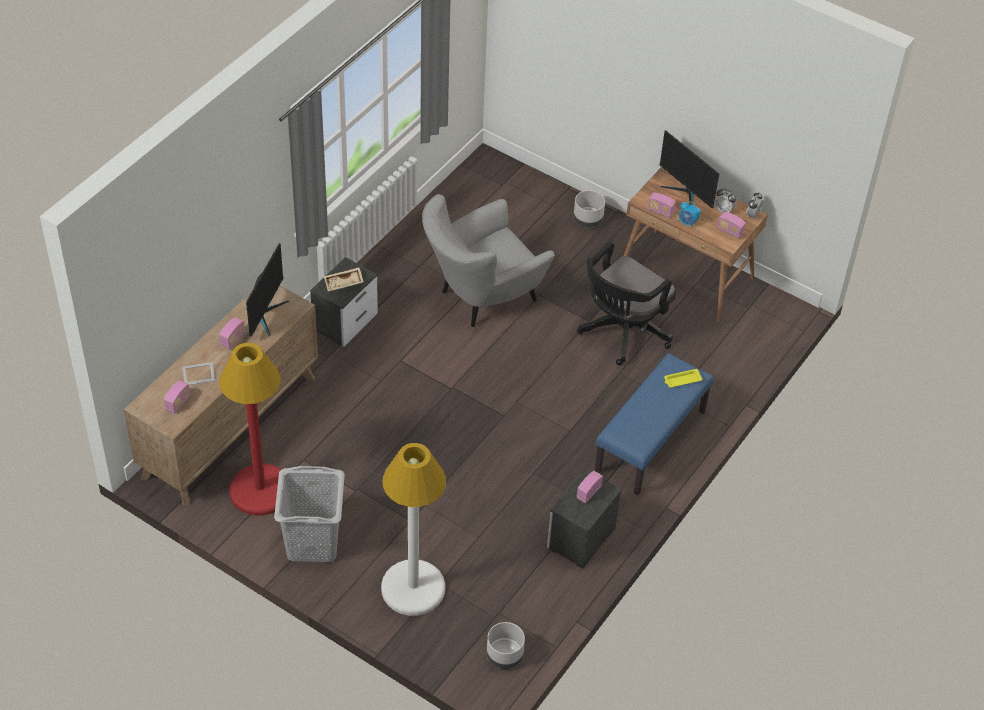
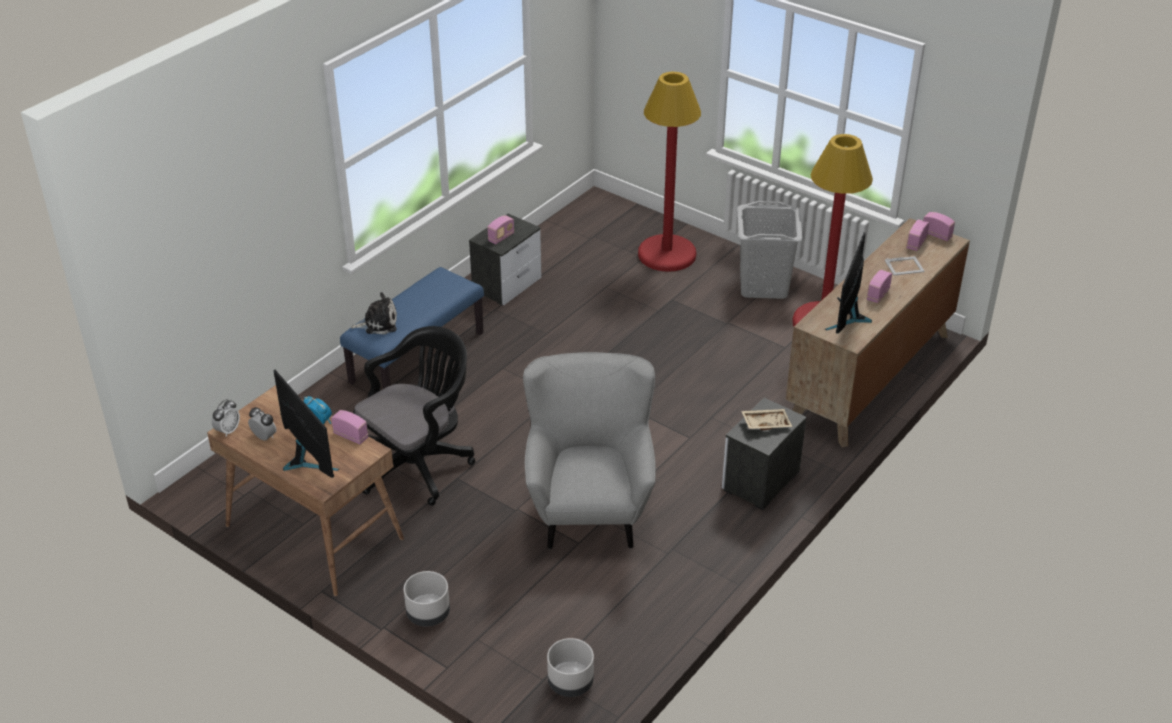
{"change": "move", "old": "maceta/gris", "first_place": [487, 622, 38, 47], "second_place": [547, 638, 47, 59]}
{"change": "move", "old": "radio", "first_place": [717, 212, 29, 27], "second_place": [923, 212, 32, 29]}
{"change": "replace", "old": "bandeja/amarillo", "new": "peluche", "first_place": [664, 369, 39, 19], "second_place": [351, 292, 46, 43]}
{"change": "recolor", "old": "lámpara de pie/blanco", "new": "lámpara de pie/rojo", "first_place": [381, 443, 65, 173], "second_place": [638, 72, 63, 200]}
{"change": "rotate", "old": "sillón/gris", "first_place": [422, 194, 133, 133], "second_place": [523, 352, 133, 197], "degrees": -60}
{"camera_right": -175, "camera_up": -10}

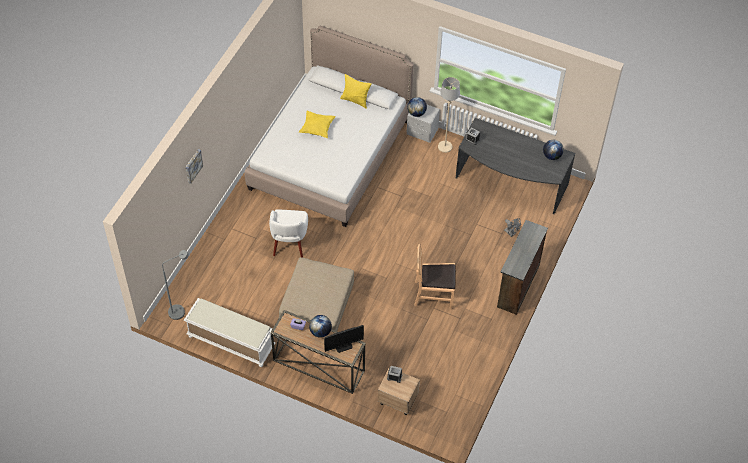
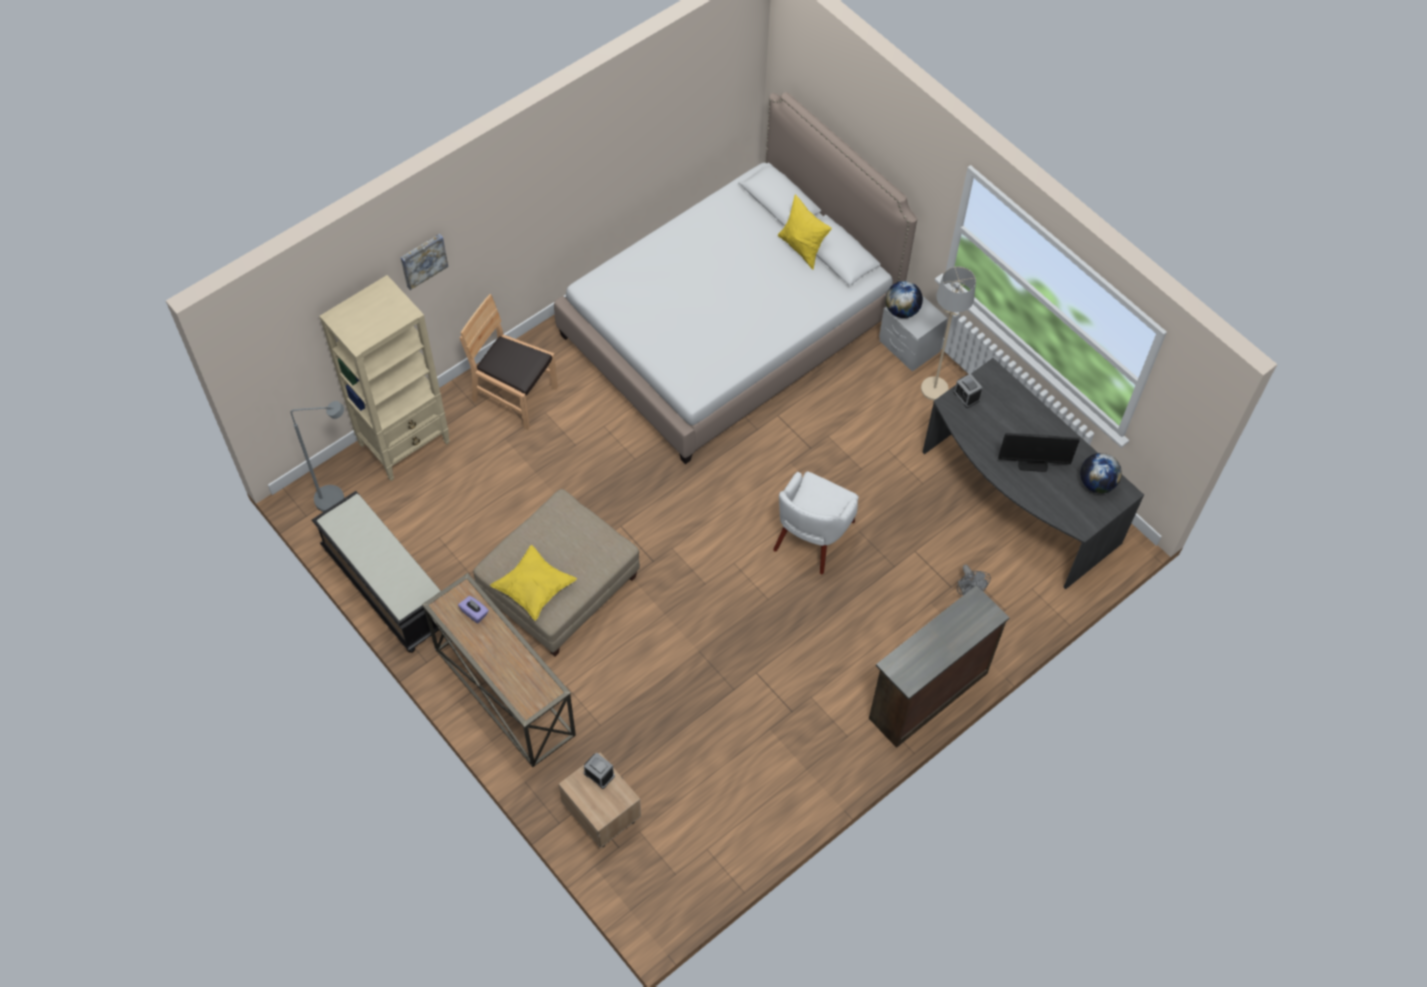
{"change": "delete", "old": "globo terráqueo", "first_place": [309, 315, 23, 23]}
{"change": "insert", "new": "estantería/beis", "second_place": [319, 275, 131, 206]}
{"change": "move", "old": "sillón/blanco", "first_place": [269, 209, 39, 49], "second_place": [773, 472, 86, 102]}
{"change": "move", "old": "cojín/amarillo", "first_place": [299, 111, 37, 27], "second_place": [490, 545, 87, 76]}
{"change": "move", "old": "monitor", "first_place": [324, 325, 40, 28], "second_place": [998, 433, 82, 39]}
{"change": "move", "old": "silla/marrón", "first_place": [414, 243, 42, 66], "second_place": [460, 294, 98, 136]}
{"change": "recolor", "old": "banco/blanco", "new": "banco/negro", "first_place": [184, 298, 91, 69], "second_place": [312, 491, 129, 162]}
{"camera_right": 25, "camera_up": 5}

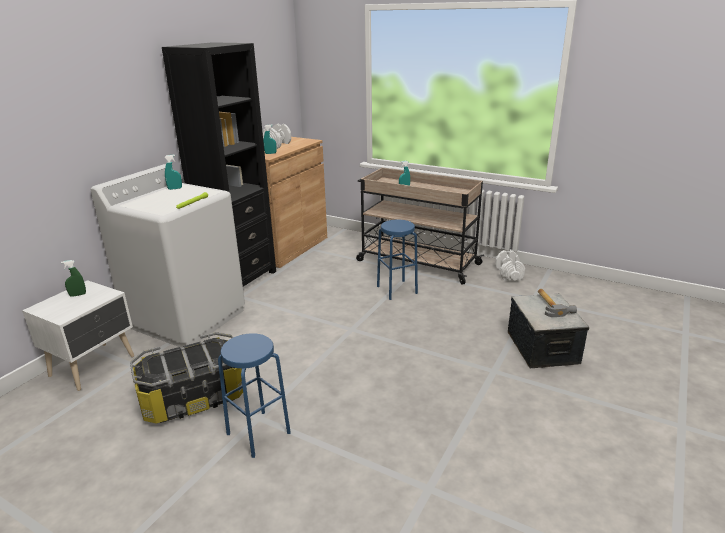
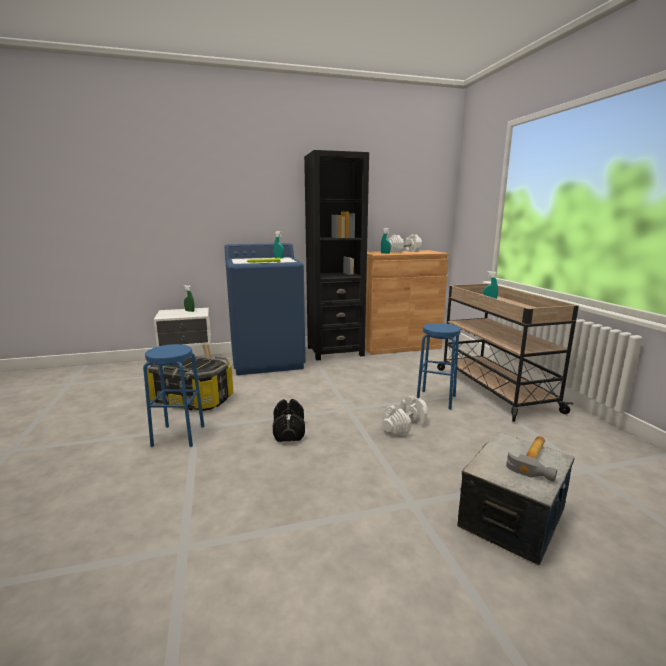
{"change": "insert", "new": "mancuerna/negro", "second_place": [273, 399, 32, 43]}
{"change": "move", "old": "mancuerna/blanco", "first_place": [496, 250, 29, 31], "second_place": [381, 396, 47, 41]}
{"change": "recolor", "old": "lavadora/blanco", "new": "lavadora/azul", "first_place": [91, 164, 154, 184], "second_place": [224, 243, 82, 132]}
{"camera_right": 45, "camera_up": -10}

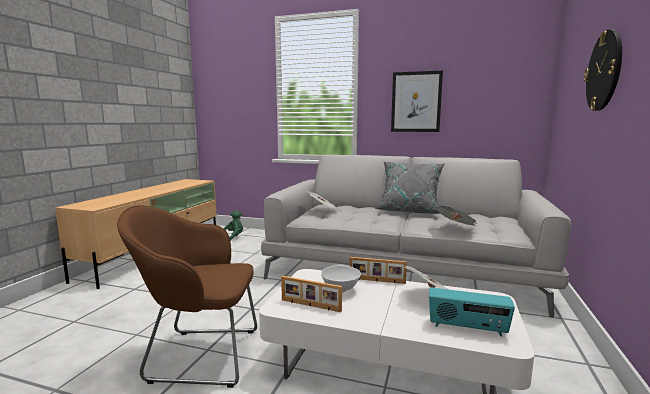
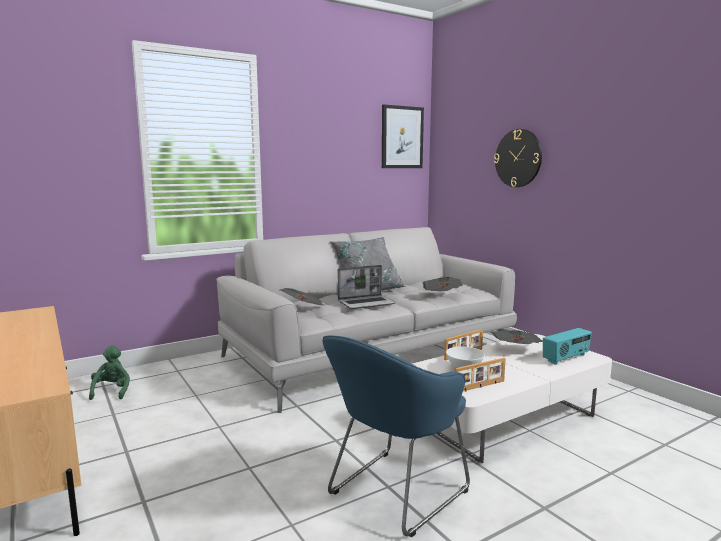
{"change": "insert", "new": "portátil", "second_place": [338, 265, 58, 44]}
{"change": "move", "old": "cuadro", "first_place": [391, 71, 52, 61], "second_place": [382, 105, 42, 63]}
{"change": "recolor", "old": "sillón/marrón", "new": "sillón/azul", "first_place": [117, 206, 140, 182], "second_place": [322, 336, 148, 201]}
{"camera_right": -50, "camera_up": 0}

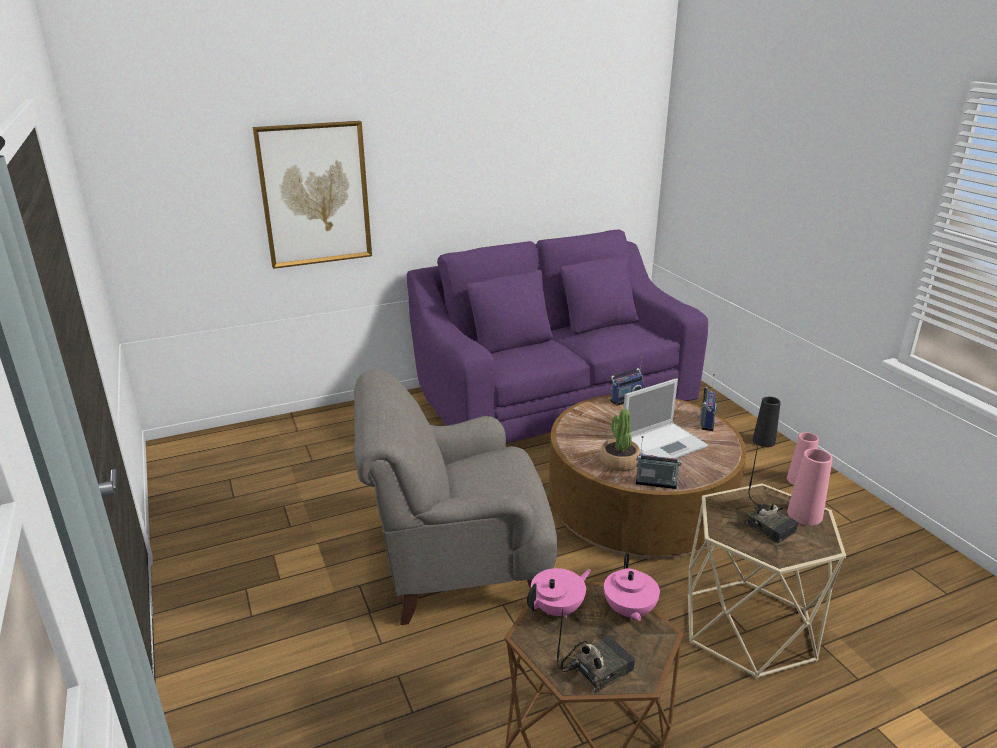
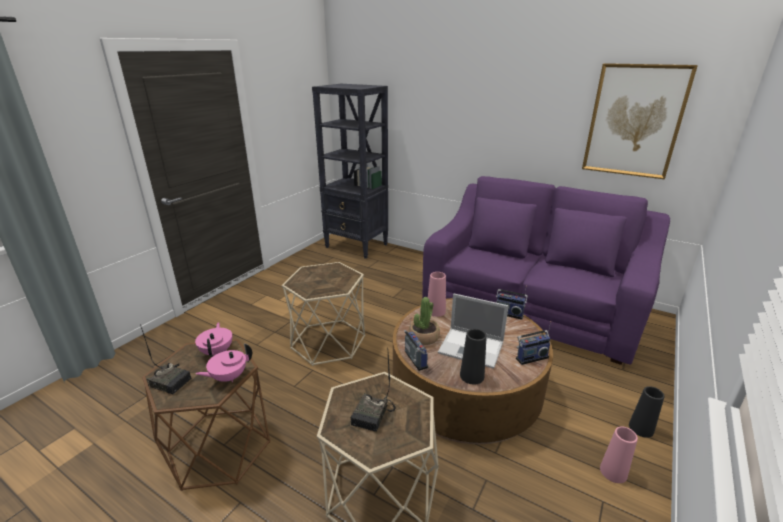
{"change": "insert", "new": "estantería/negro", "second_place": [312, 84, 76, 175]}
{"change": "insert", "new": "florero/negro", "second_place": [460, 329, 27, 56]}
{"change": "move", "old": "cuadro", "first_place": [253, 121, 119, 148], "second_place": [582, 63, 116, 116]}
{"change": "move", "old": "florero/rosa", "first_place": [787, 448, 46, 77], "second_place": [428, 272, 18, 45]}
{"change": "replace", "old": "sillón/gris", "new": "mesa auxiliar/beis", "first_place": [354, 369, 203, 256], "second_place": [282, 262, 83, 104]}
{"change": "rotate", "old": "tetera/rosa", "first_place": [527, 568, 64, 50], "second_place": [195, 322, 37, 35], "degrees": -120}
{"camera_right": 55, "camera_up": 0}

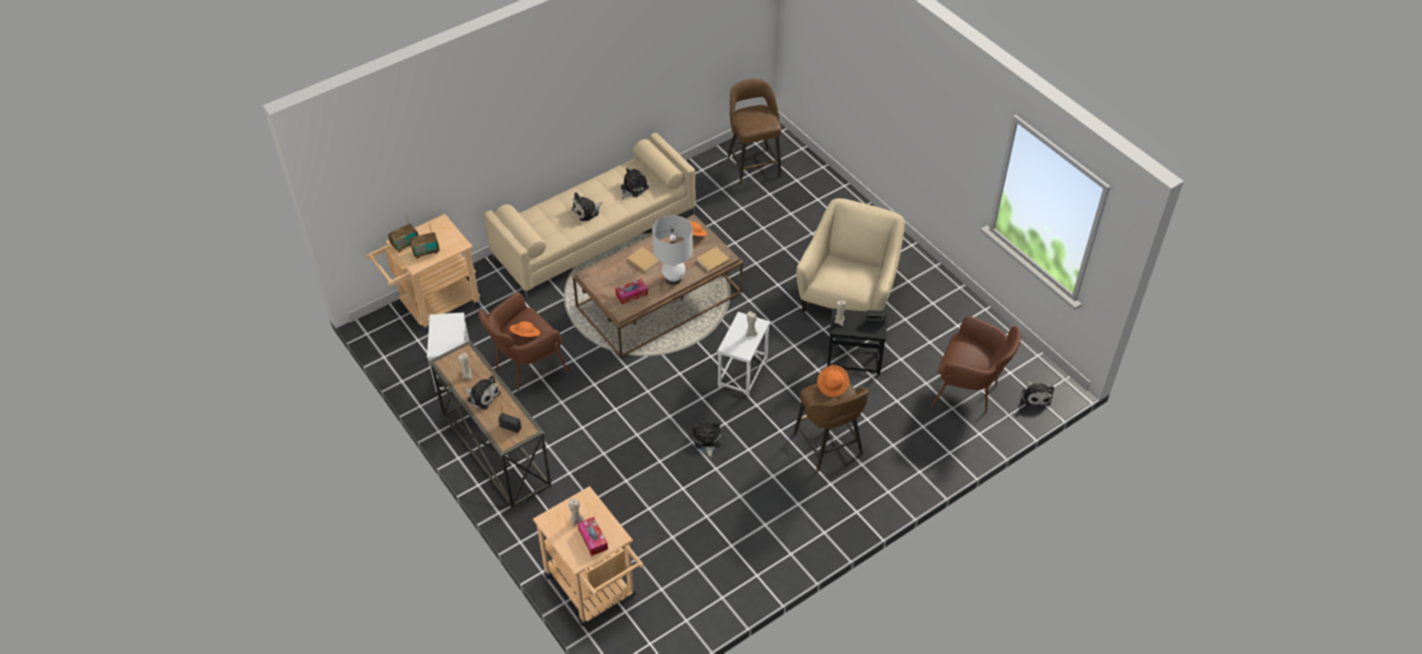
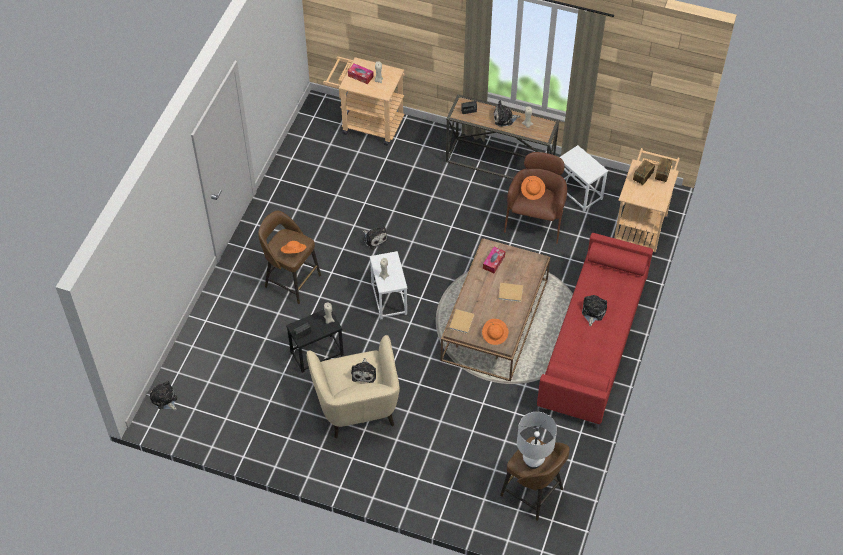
{"change": "delete", "old": "sillón/marrón", "first_place": [931, 316, 90, 97]}
{"change": "move", "old": "peluche", "first_place": [621, 168, 28, 31], "second_place": [351, 358, 25, 25]}
{"change": "move", "old": "lámpara de mesa/blanco", "first_place": [652, 215, 41, 70], "second_place": [517, 412, 40, 57]}
{"change": "recolor", "old": "sofá/beis", "new": "sofá/rojo", "first_place": [484, 133, 212, 166], "second_place": [537, 233, 116, 197]}
{"camera_right": 145, "camera_up": 5}

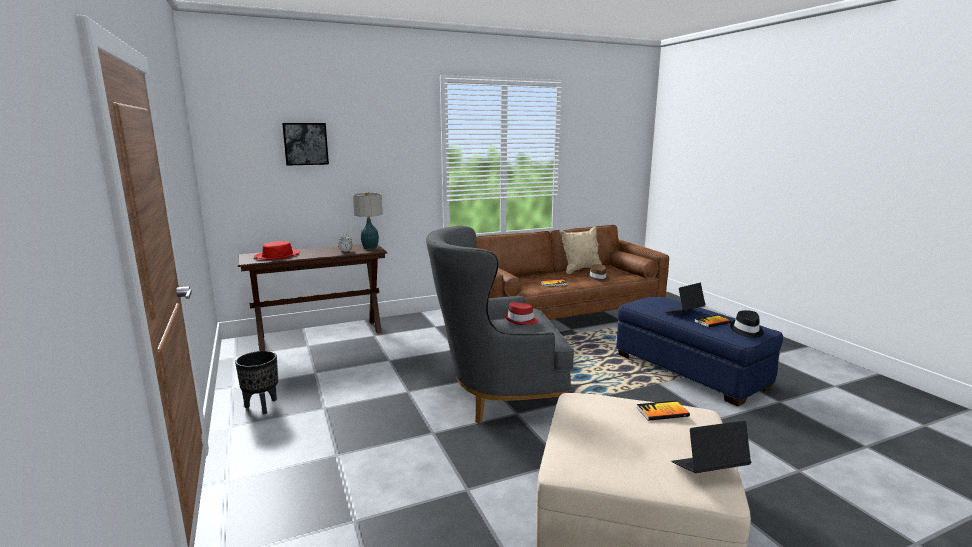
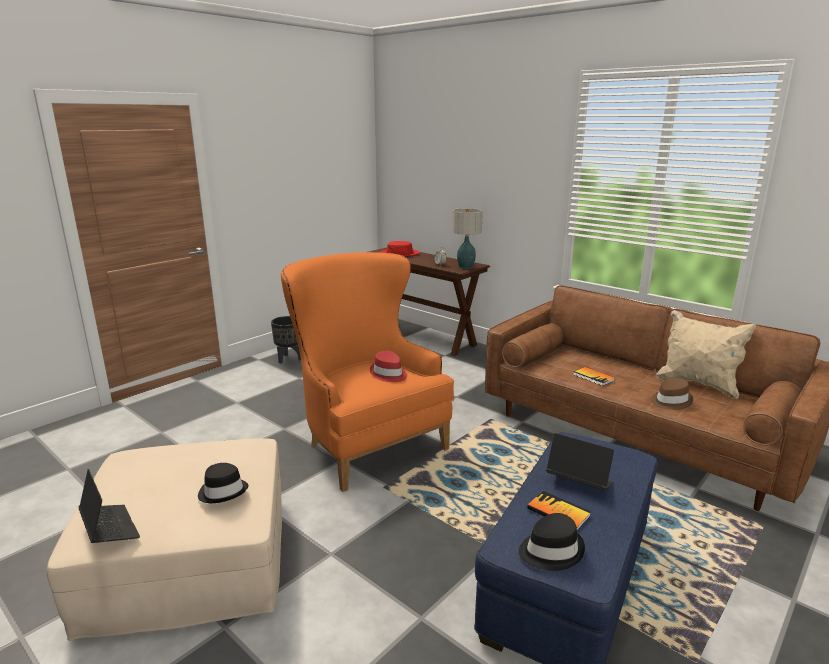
{"change": "delete", "old": "cuadro", "first_place": [282, 123, 47, 43]}
{"change": "replace", "old": "libro", "new": "sombrero/negro", "first_place": [636, 400, 54, 21], "second_place": [198, 463, 51, 40]}
{"change": "recolor", "old": "sillón/gris", "new": "sillón/naranja", "first_place": [426, 226, 148, 198], "second_place": [281, 252, 173, 240]}
{"camera_right": 65, "camera_up": 5}

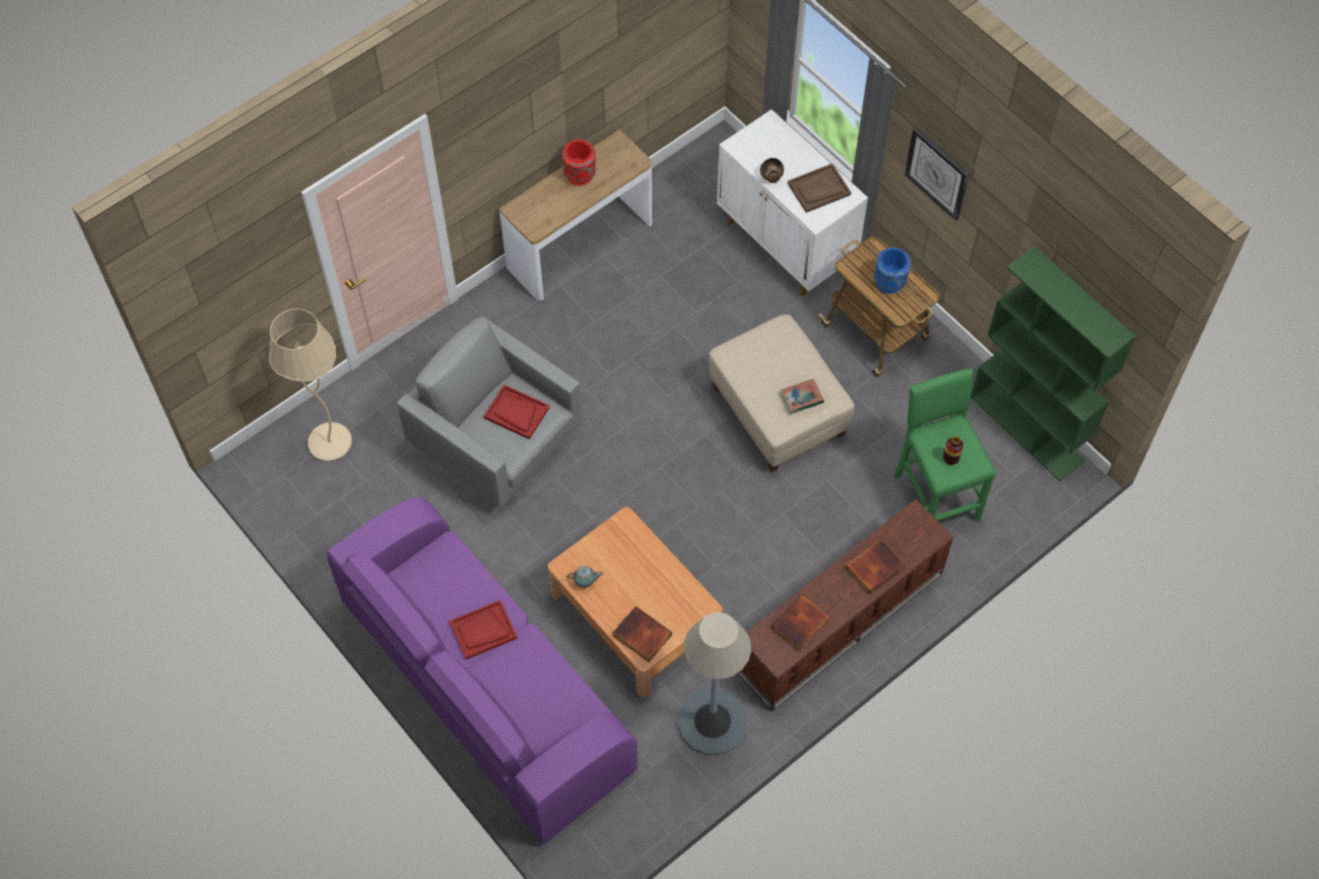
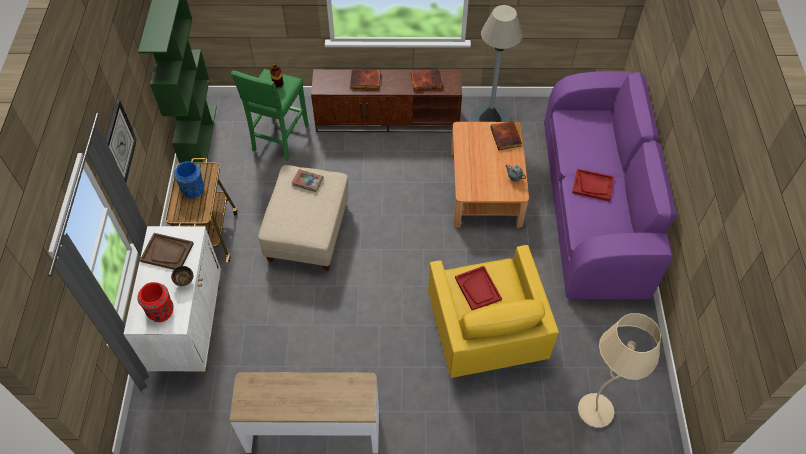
{"change": "move", "old": "florero/rojo", "first_place": [562, 140, 34, 46], "second_place": [138, 282, 36, 40]}
{"change": "recolor", "old": "sillón/gris", "new": "sillón/amarillo", "first_place": [397, 316, 185, 192], "second_place": [428, 245, 131, 133]}
{"camera_right": -140, "camera_up": -5}

